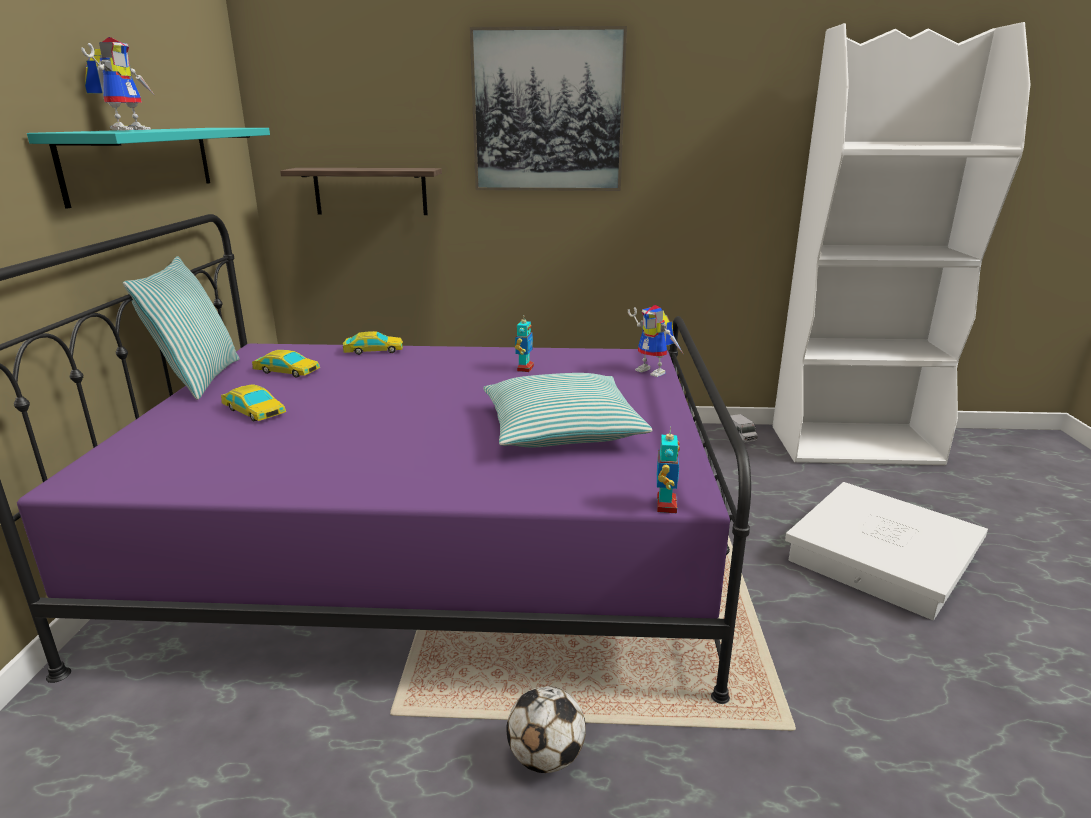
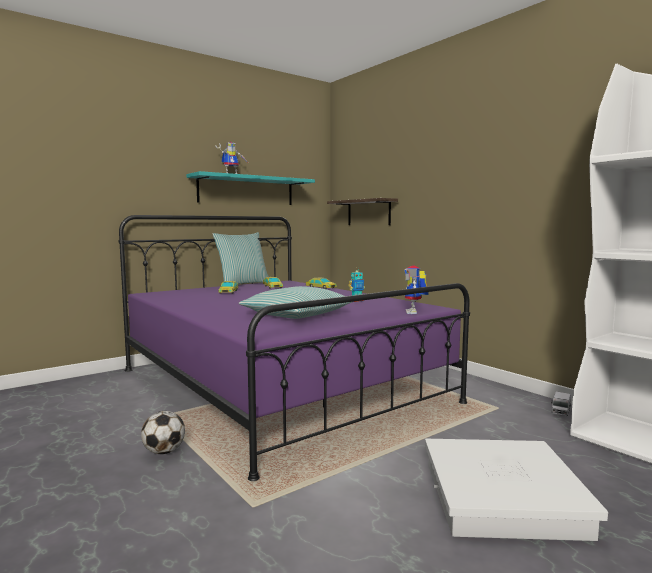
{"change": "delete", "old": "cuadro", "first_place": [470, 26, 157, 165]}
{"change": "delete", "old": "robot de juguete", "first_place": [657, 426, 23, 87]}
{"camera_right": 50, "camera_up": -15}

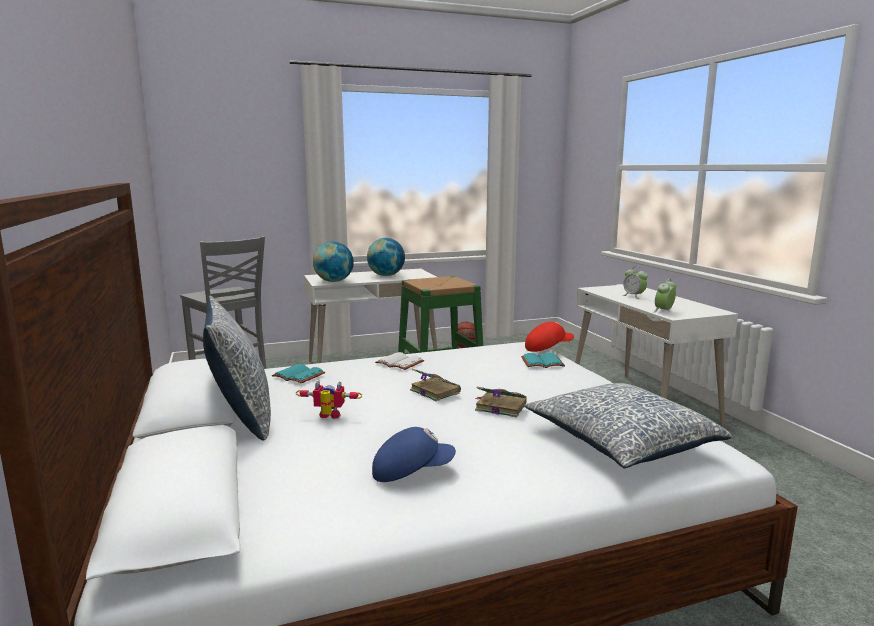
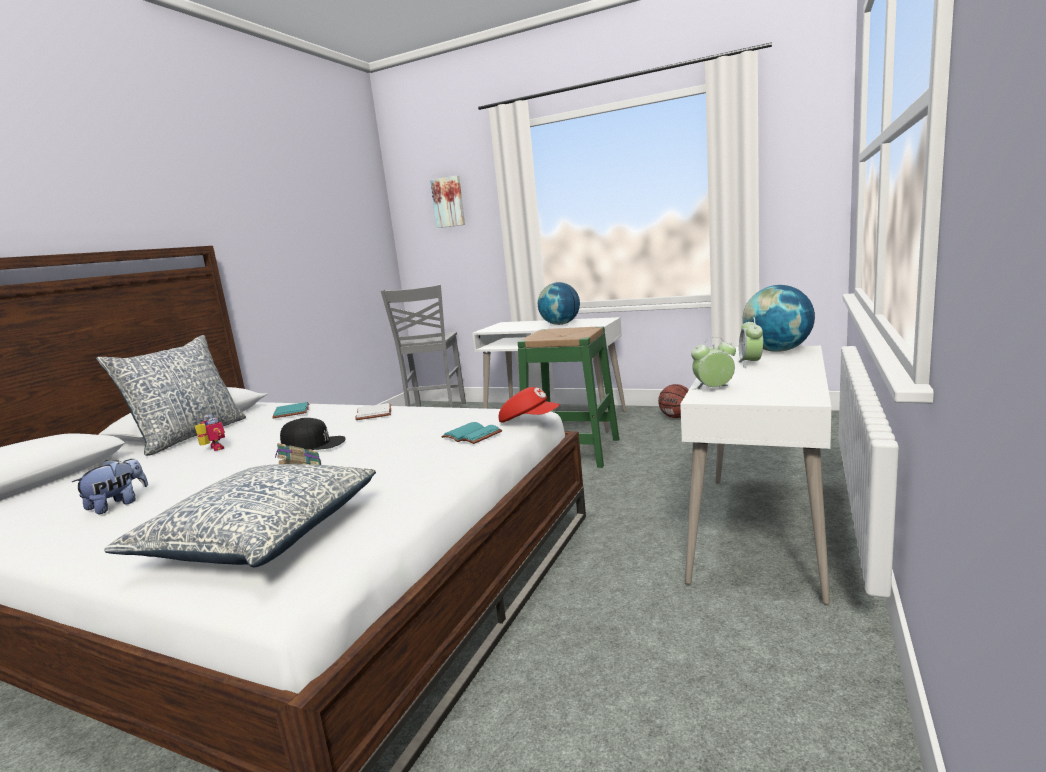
{"change": "insert", "new": "cuadro", "second_place": [430, 176, 35, 52]}
{"change": "move", "old": "globo terráqueo", "first_place": [313, 242, 41, 40], "second_place": [742, 285, 73, 67]}
{"change": "replace", "old": "gorra/azul", "new": "peluche", "first_place": [372, 427, 84, 55], "second_place": [72, 459, 76, 55]}
{"change": "replace", "old": "libro", "new": "gorra/negro", "first_place": [410, 369, 51, 32], "second_place": [280, 418, 65, 32]}
{"camera_right": 45, "camera_up": 0}

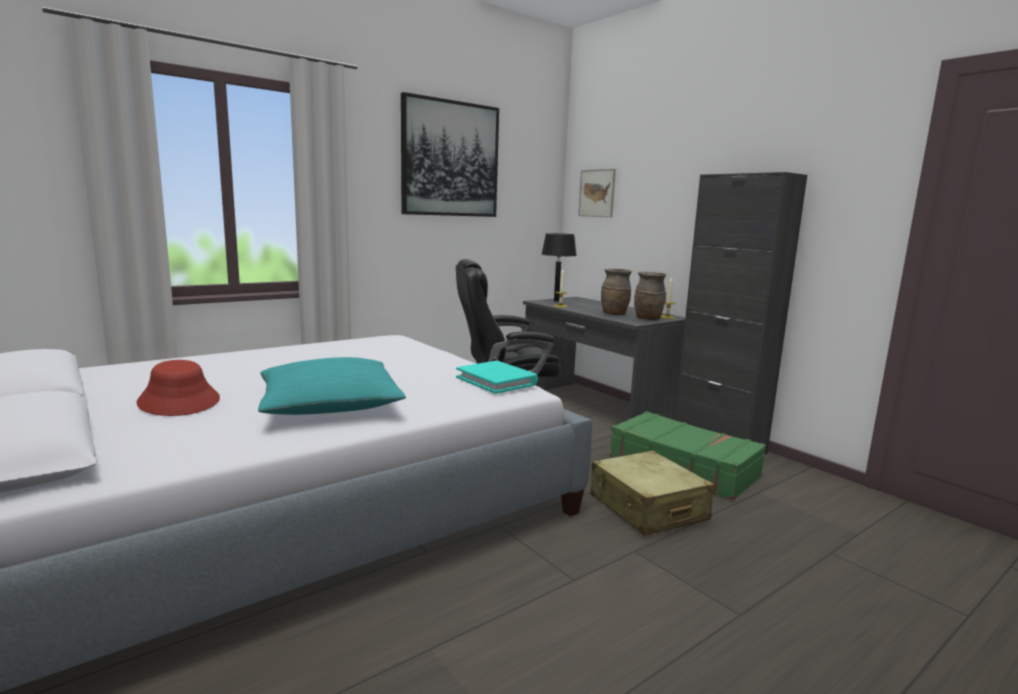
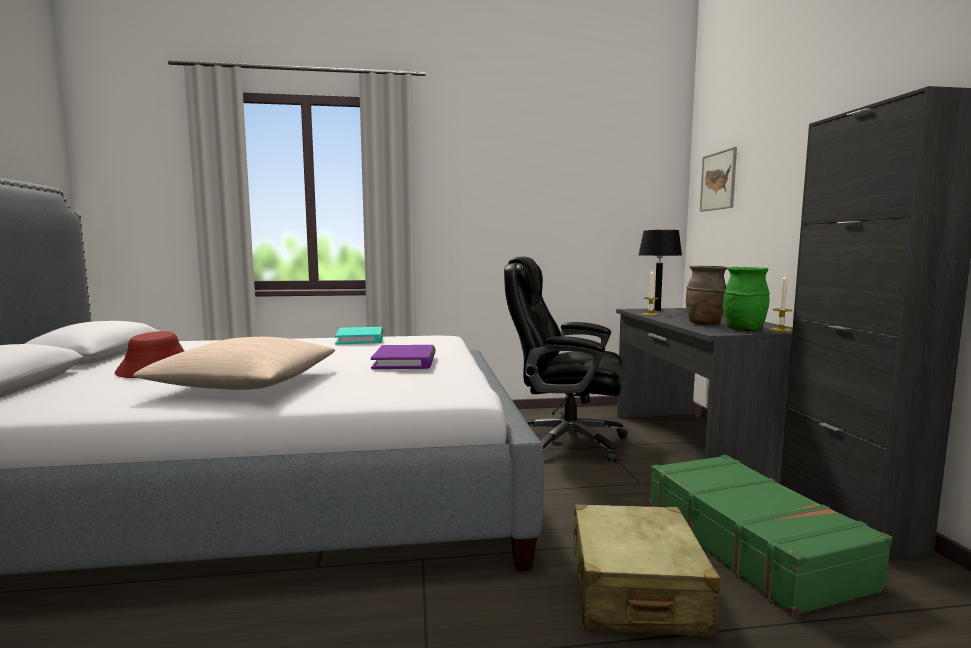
{"change": "delete", "old": "cuadro", "first_place": [401, 92, 98, 125]}
{"change": "insert", "new": "libro/morado", "second_place": [371, 345, 65, 24]}
{"change": "move", "old": "libro/turquesa", "first_place": [456, 361, 82, 33], "second_place": [335, 327, 48, 18]}
{"change": "recolor", "old": "cojín/turquesa", "new": "cojín/beis", "first_place": [258, 357, 148, 58], "second_place": [133, 337, 202, 53]}
{"change": "recolor", "old": "florero/marrón", "new": "florero/verde", "first_place": [634, 271, 32, 49], "second_place": [723, 267, 47, 64]}
{"camera_right": 30, "camera_up": -5}

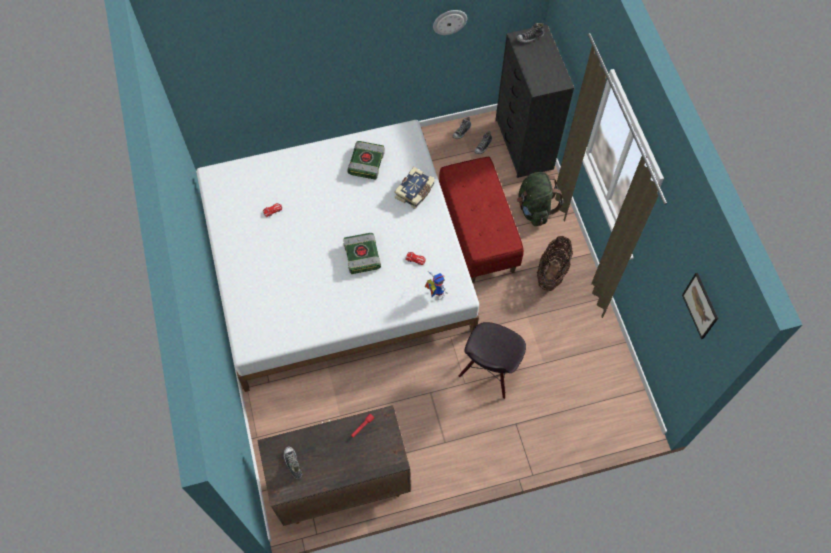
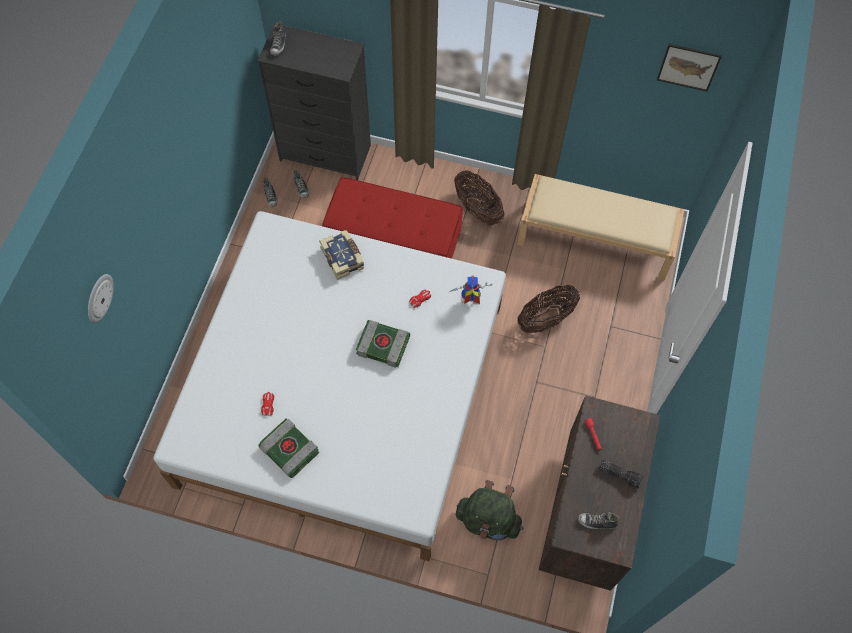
{"change": "insert", "new": "banco/beis", "second_place": [517, 174, 167, 107]}
{"change": "insert", "new": "linterna", "second_place": [599, 459, 45, 30]}
{"change": "move", "old": "libro", "first_place": [347, 141, 38, 39], "second_place": [258, 418, 61, 60]}
{"change": "move", "old": "reloj de pared", "first_place": [433, 10, 34, 25], "second_place": [88, 274, 26, 49]}
{"change": "move", "old": "mochila/verde", "first_place": [517, 172, 46, 54], "second_place": [456, 480, 67, 60]}
{"change": "replace", "old": "silla/negro", "new": "cesta", "first_place": [459, 322, 67, 77], "second_place": [517, 285, 63, 48]}
{"camera_right": -60, "camera_up": 0}

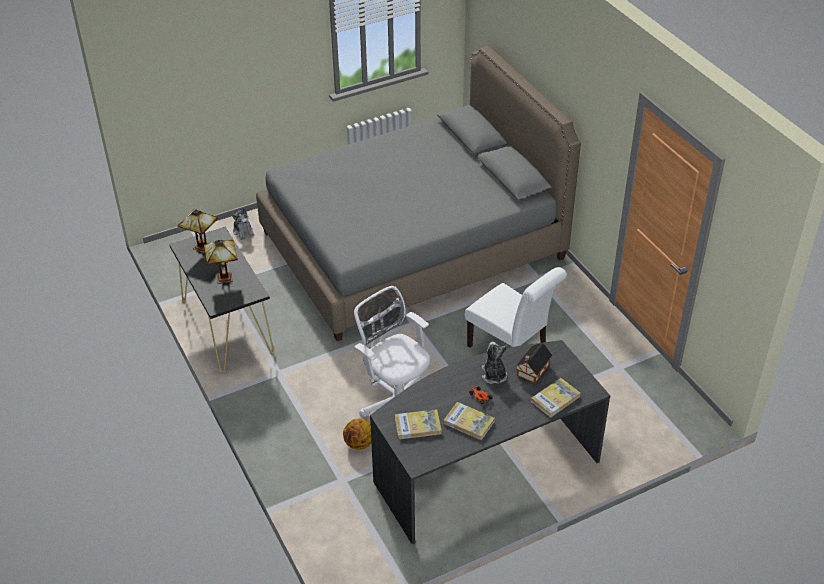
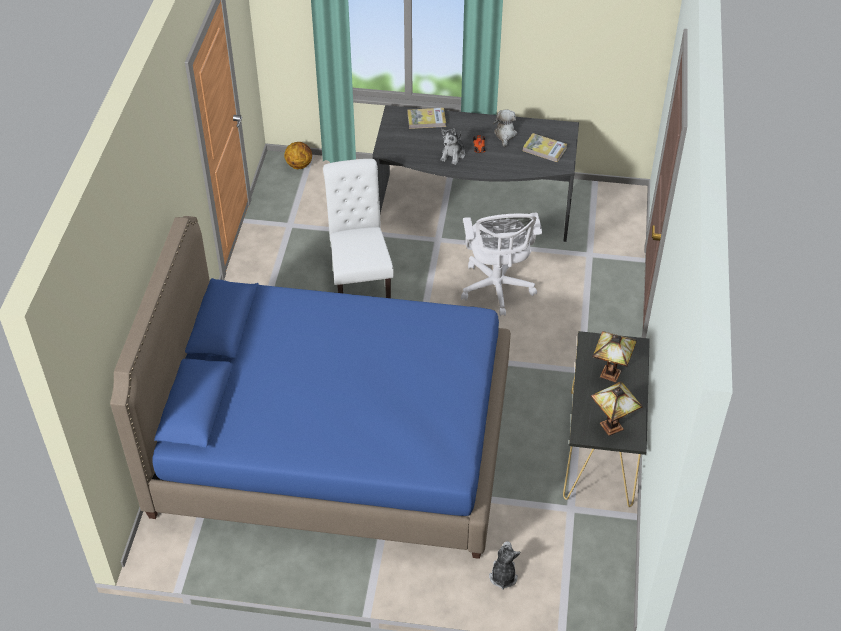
{"change": "delete", "old": "casita", "first_place": [515, 343, 37, 41]}
{"change": "move", "old": "balón de baloncesto", "first_place": [343, 418, 28, 32], "second_place": [284, 142, 28, 27]}
{"change": "replace", "old": "libro", "new": "peluche", "first_place": [444, 402, 51, 38], "second_place": [493, 109, 24, 38]}
{"change": "recolor", "old": "cama/gris", "new": "cama/azul", "first_place": [256, 46, 325, 295], "second_place": [110, 216, 401, 343]}
{"camera_right": -145, "camera_up": 5}

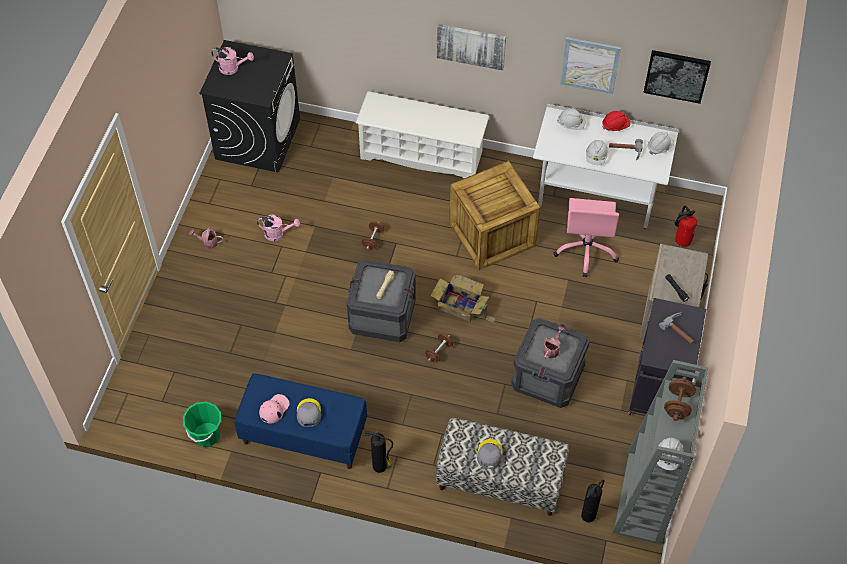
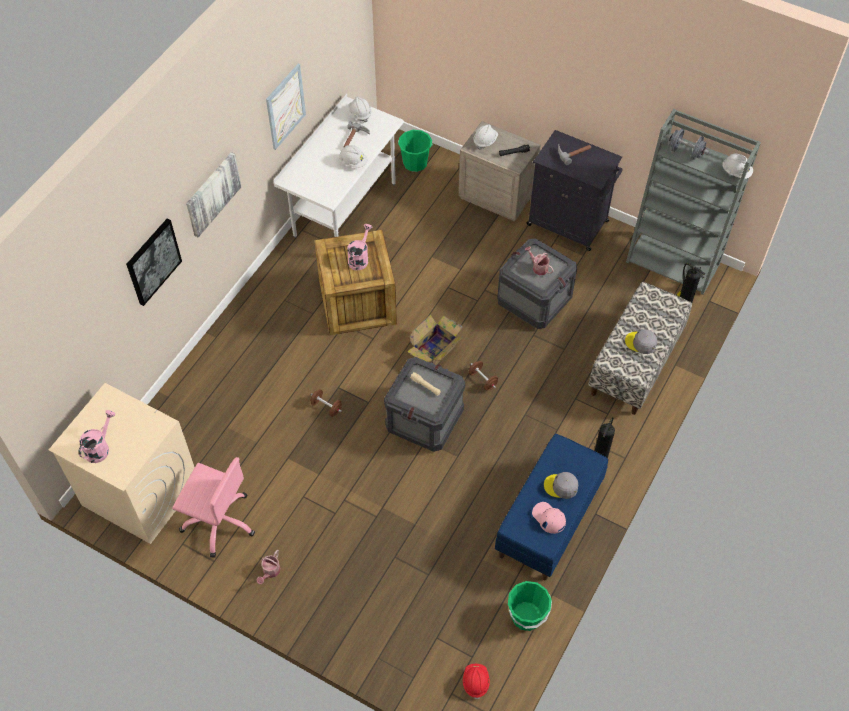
{"change": "delete", "old": "zapatero/blanco", "first_place": [356, 91, 133, 87]}
{"change": "move", "old": "regadera/rosa", "first_place": [257, 215, 43, 26], "second_place": [347, 224, 25, 46]}
{"change": "move", "old": "silla de oficina/rosa", "first_place": [554, 198, 65, 79], "second_place": [172, 457, 83, 101]}
{"change": "move", "old": "casco/blanco", "first_place": [557, 109, 29, 21], "second_place": [473, 125, 25, 25]}
{"change": "move", "old": "casco/rojo", "first_place": [602, 111, 28, 20], "second_place": [463, 664, 27, 35]}
{"change": "move", "old": "cuadro", "first_place": [643, 50, 68, 54], "second_place": [126, 219, 56, 87]}
{"change": "replace", "old": "extintor", "new": "cubo/verde", "first_place": [674, 206, 23, 41], "second_place": [398, 130, 35, 42]}
{"change": "recolor", "old": "lavadora/negro", "new": "lavadora/beis", "first_place": [199, 40, 101, 133], "second_place": [49, 383, 146, 161]}
{"change": "recolor", "old": "mancuerna/marrón", "new": "mancuerna/gris", "first_place": [664, 377, 32, 44], "second_place": [666, 128, 43, 32]}
{"camera_right": -75, "camera_up": 0}

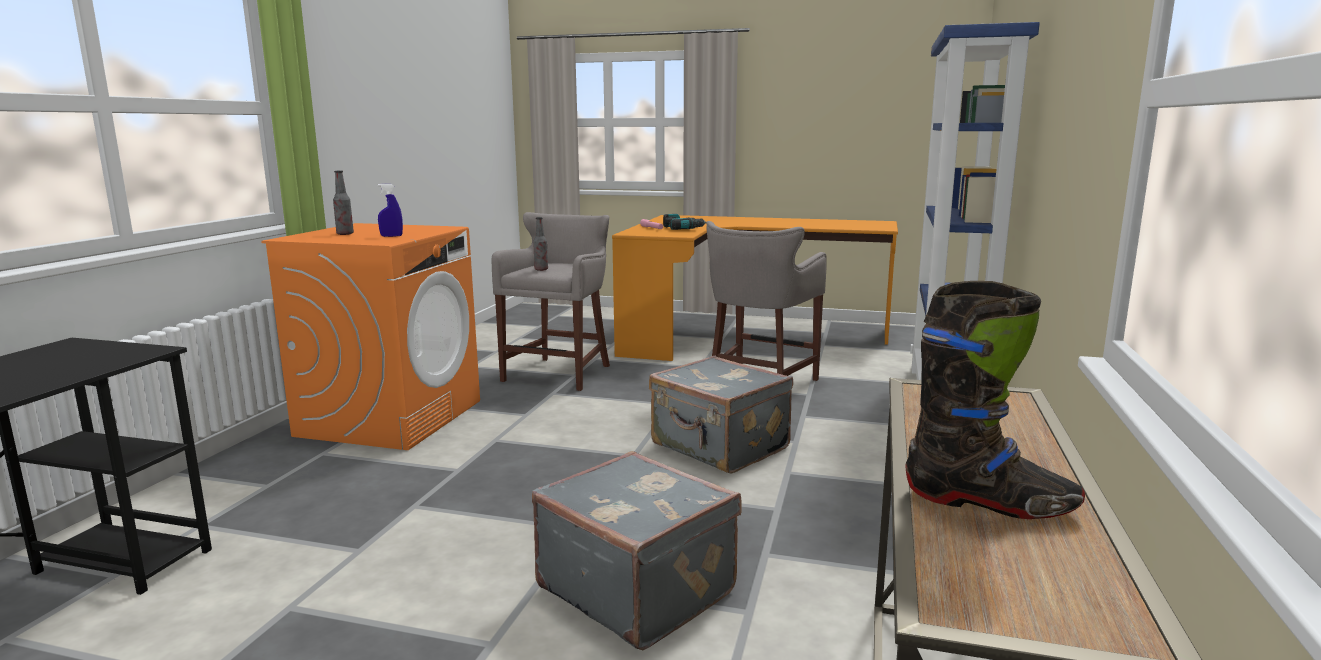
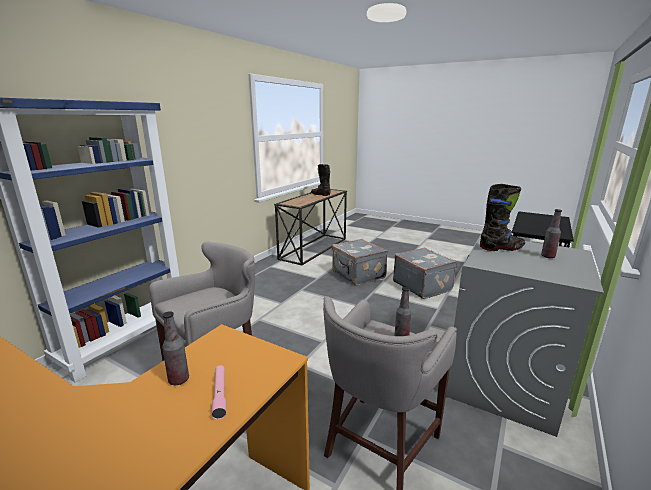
{"change": "move", "old": "maleta/gris", "first_place": [649, 356, 144, 118], "second_place": [393, 248, 64, 51]}
{"change": "replace", "old": "pulverizador/azul", "new": "bota/negro", "first_place": [378, 184, 25, 53], "second_place": [480, 184, 46, 67]}
{"change": "replace", "old": "taladro", "new": "botella", "first_place": [663, 214, 43, 16], "second_place": [162, 311, 27, 74]}
{"change": "recolor", "old": "lavadora/naranja", "new": "lavadora/gris", "first_place": [261, 223, 219, 227], "second_place": [446, 236, 158, 201]}
{"camera_right": -165, "camera_up": 5}

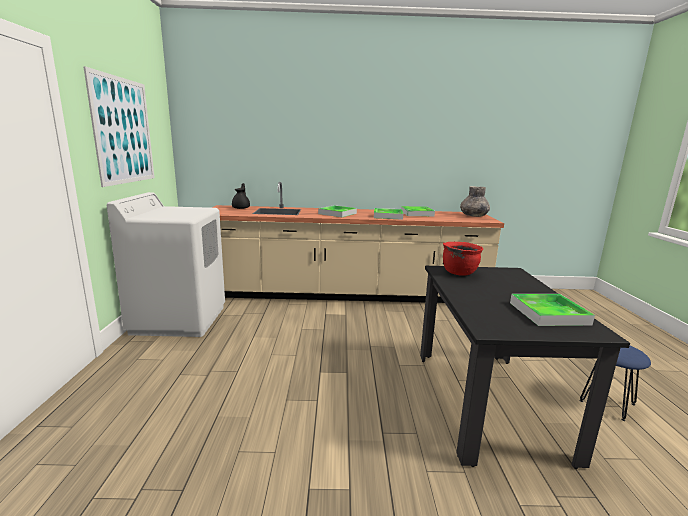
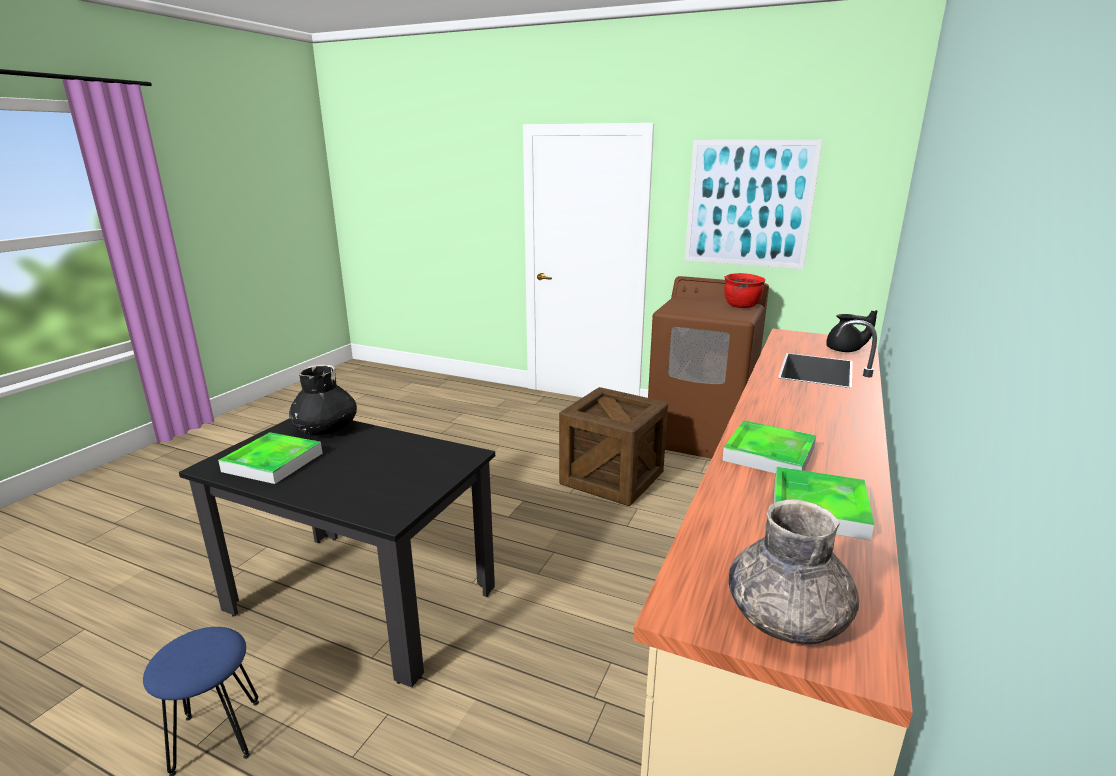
{"change": "delete", "old": "bandeja", "first_place": [318, 205, 39, 12]}
{"change": "insert", "new": "florero/negro", "second_place": [289, 364, 68, 71]}
{"change": "insert", "new": "caja de embalaje", "second_place": [559, 387, 109, 119]}
{"change": "move", "old": "olla/rojo", "first_place": [443, 242, 40, 34], "second_place": [724, 273, 41, 35]}
{"change": "recolor", "old": "lavadora/blanco", "new": "lavadora/marrón", "first_place": [107, 192, 118, 145], "second_place": [648, 276, 121, 183]}
{"camera_right": 115, "camera_up": 5}

